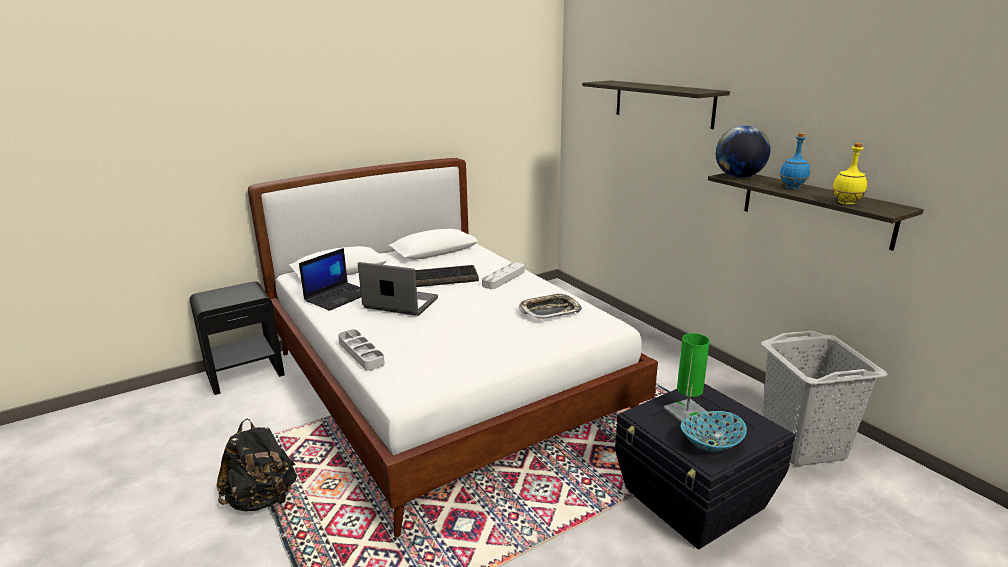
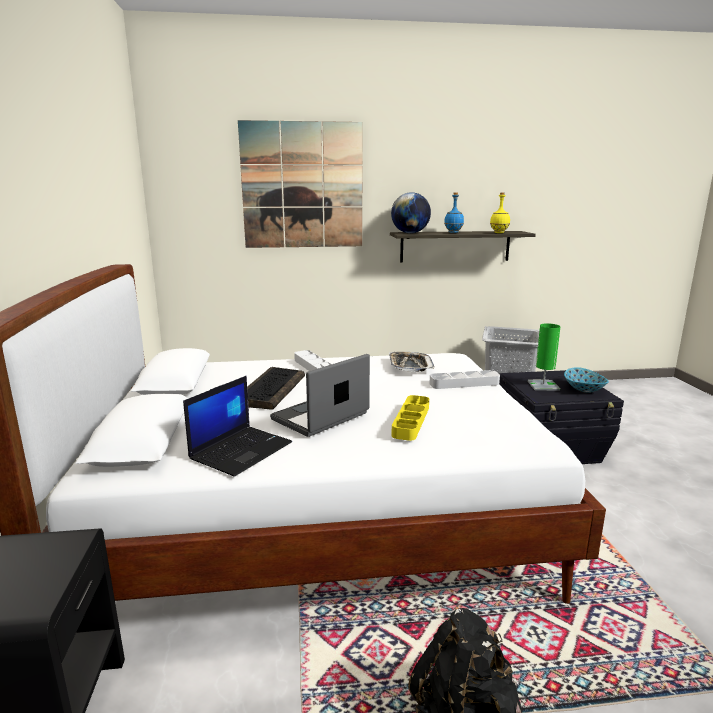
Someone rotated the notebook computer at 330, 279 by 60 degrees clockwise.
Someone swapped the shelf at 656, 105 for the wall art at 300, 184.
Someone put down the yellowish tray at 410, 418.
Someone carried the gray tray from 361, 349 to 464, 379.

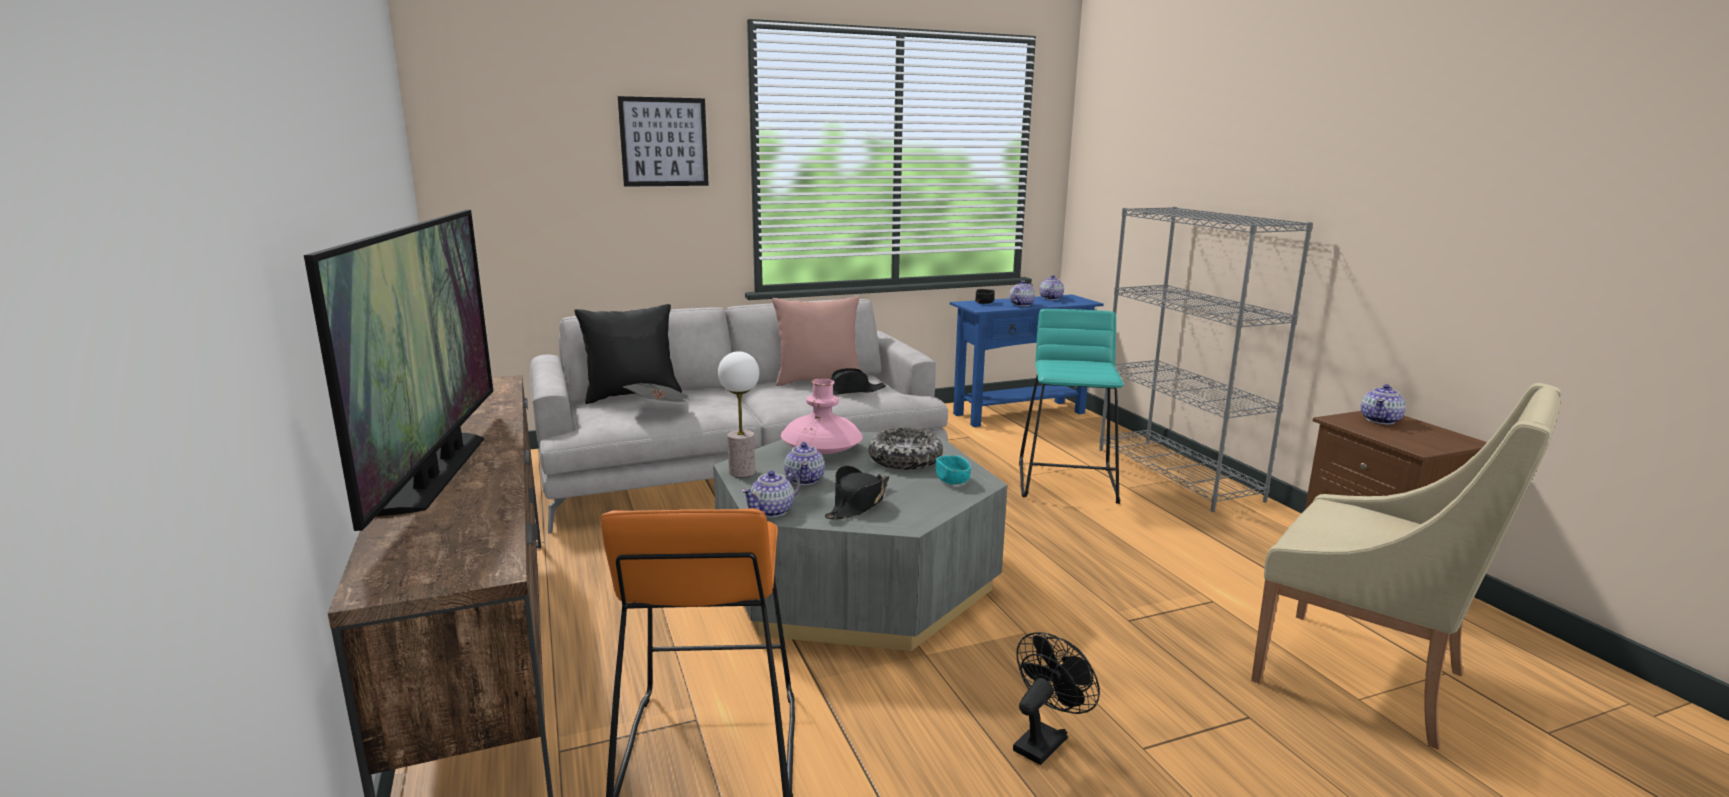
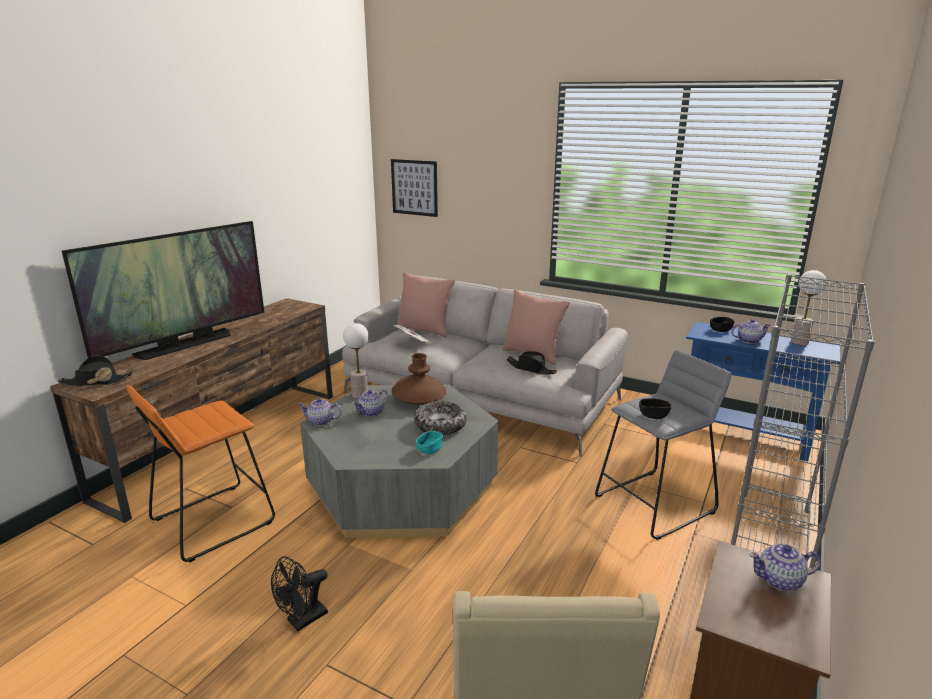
Someone carried the black clothing hat from 857, 492 to 96, 371.
Someone rotated the black electric fan at 1056, 698 by 135 degrees clockwise.
Someone carried the wall art from 663, 141 to 414, 188.
Someone repainted the pink vase at 822, 416, which became the brownish vase at 419, 379.
Someone repainted the black pillow at 628, 354, which became the pink pillow at 426, 305.
Someone repainted the turquoise-coloured stool at 1071, 406, which became the gray stool at 663, 445.
Someone put down the black deep dish at 655, 408.
Someone swapped the tea pot at 1051, 287 for the table lamp at 809, 307.

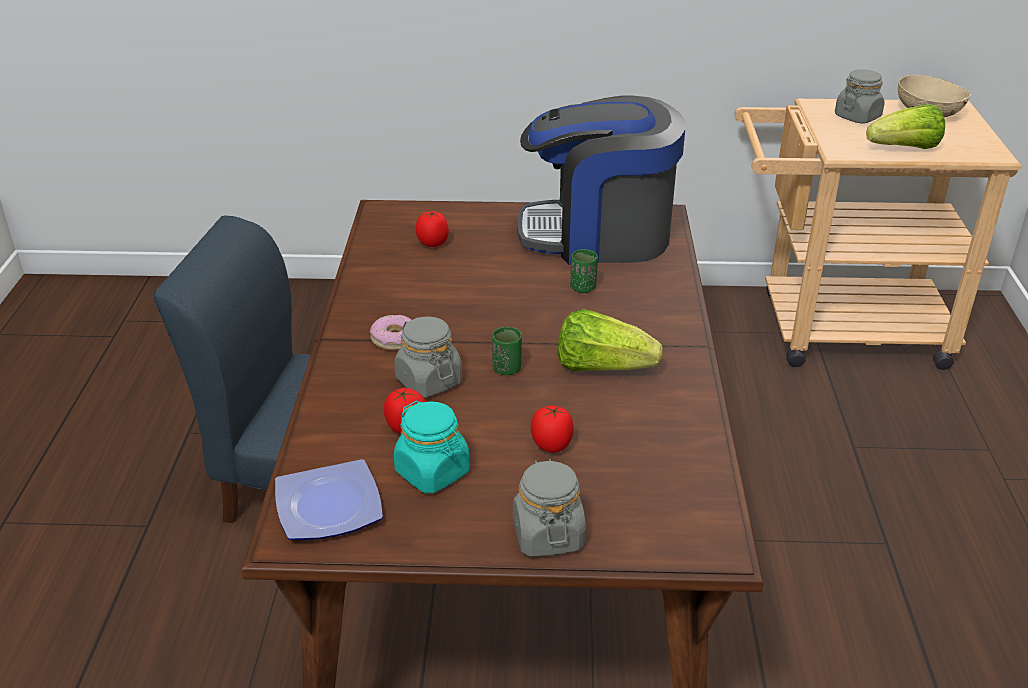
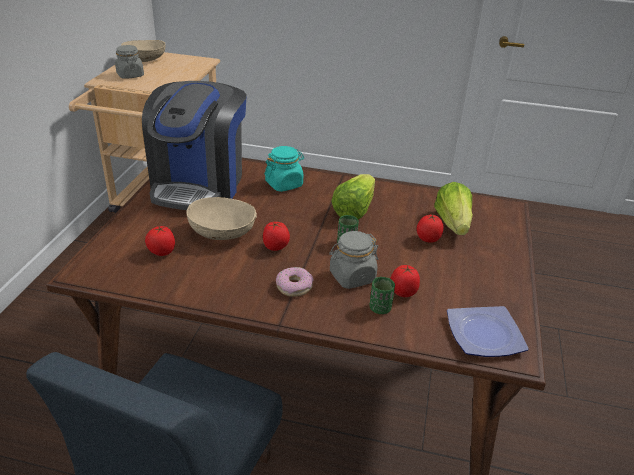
Someone put down the beige deep dish at 221, 218.
Someone put down the fresh tomato at 276, 236.
Someone carried the turquoise-coloured jar from 432, 447 to 284, 169.
Someone carried the green-coloured cup from 584, 271 to 382, 295.
Someone carried the lettuce from 905, 126 to 453, 208.
Someone took away the gray jar at 549, 508.

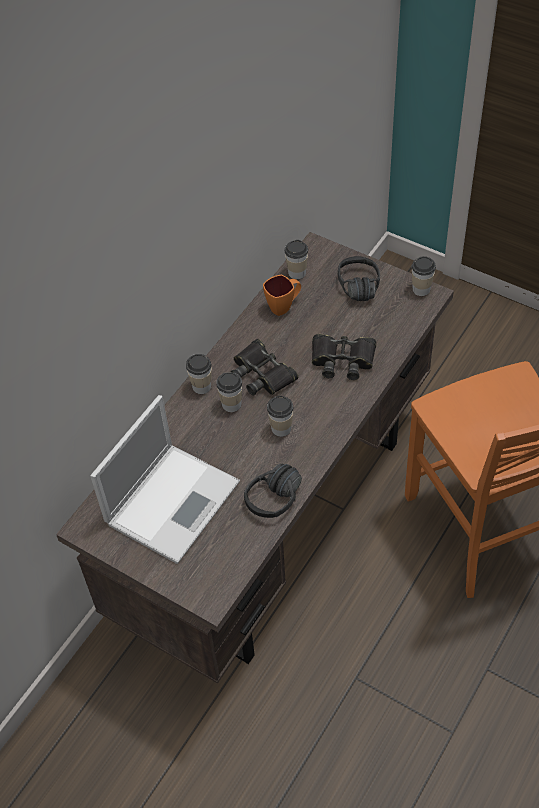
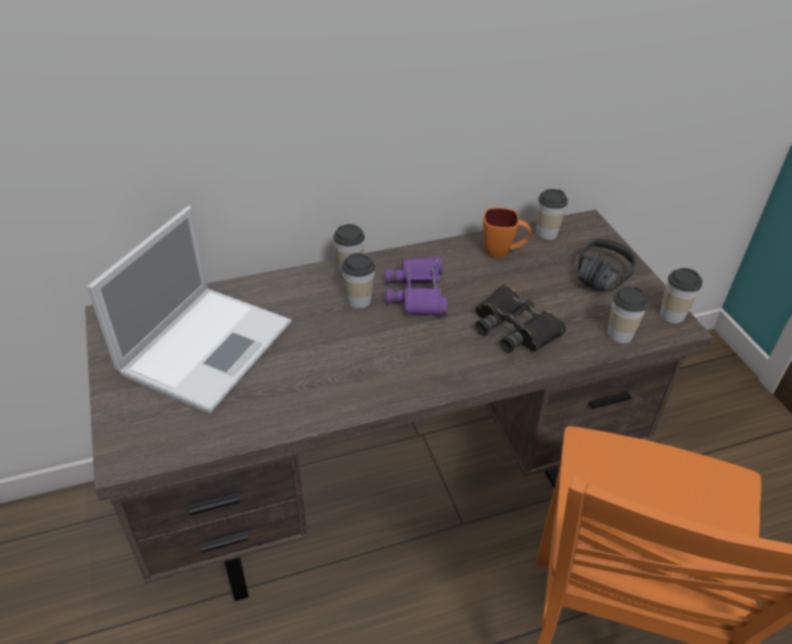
Someone rotated the notebook computer at 165, 479 by 45 degrees counterclockwise.
Someone repainted the black pair of binoculars at 264, 367, which became the purplish pair of binoculars at 416, 286.
Someone carried the cup from 280, 416 to 628, 314.
Someone took away the black headset at 273, 491.

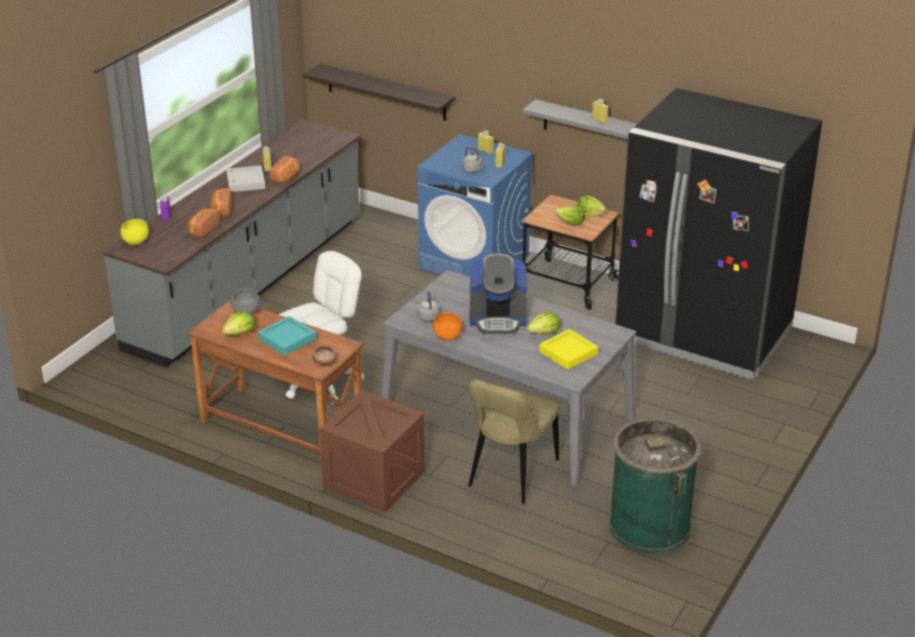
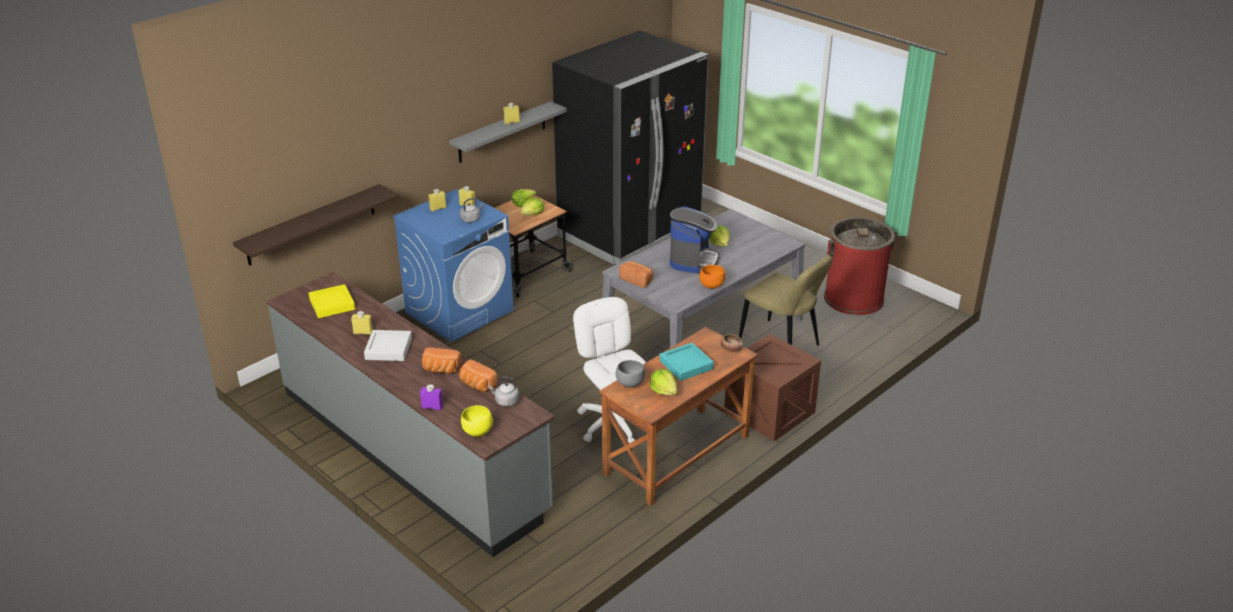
Someone carried the yellowish tray from 568, 349 to 332, 301.
Someone carried the gray water kettle from 428, 306 to 504, 392.
Someone carried the bakery bread from 284, 169 to 636, 274.
Someone repainted the green-coloured trash can at 655, 486, which became the red trash can at 859, 266.

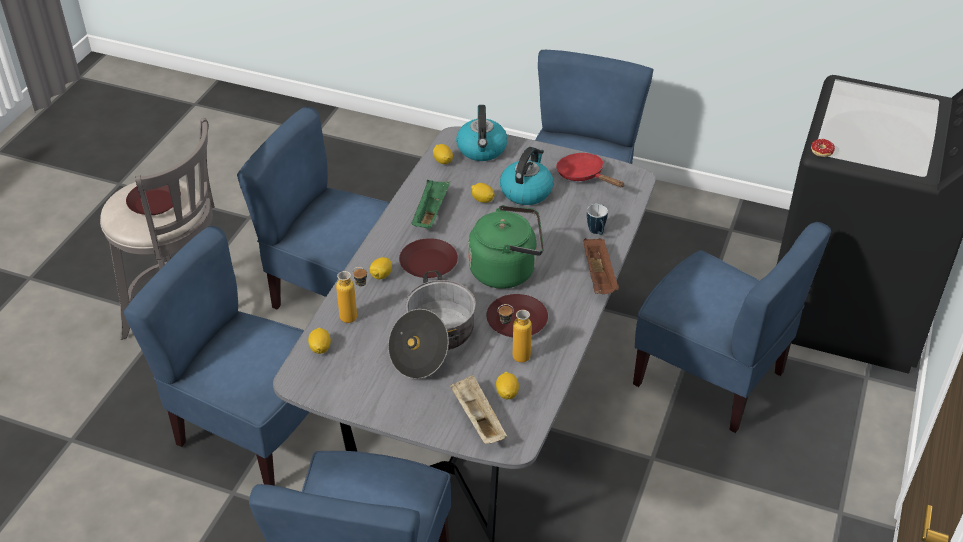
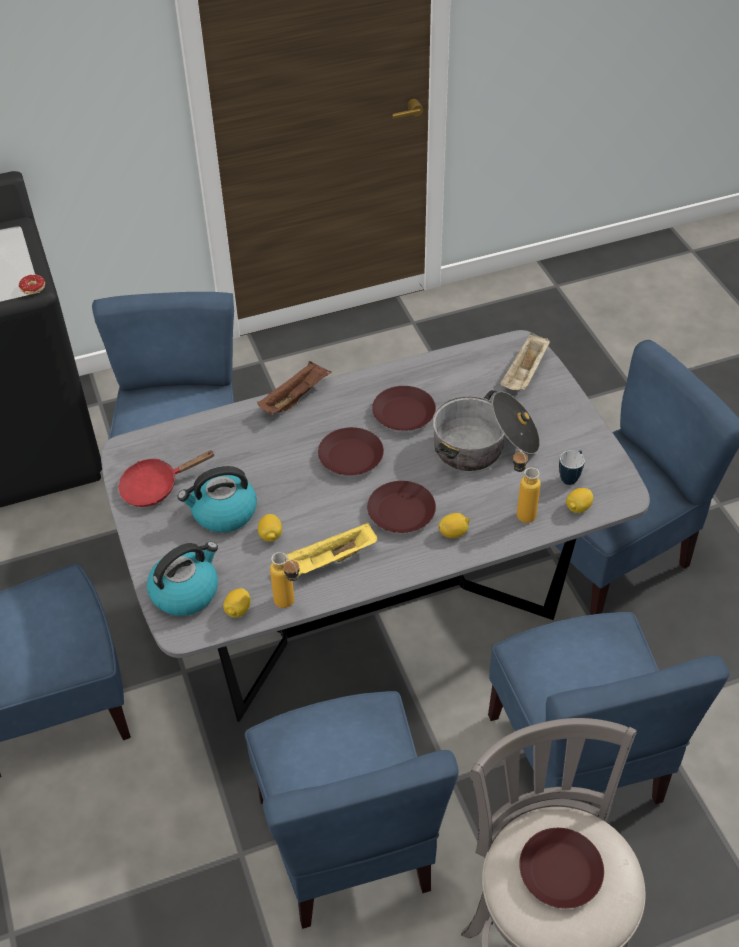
Someone rotated the red pan at 590, 170 by 60 degrees clockwise.
Someone carried the beverage bottle from 515, 333 to 285, 580.
Someone repainted the green-coloured tray at 430, 204, which became the yellowish tray at 331, 549.
Someone swapped the green-coloured water kettle at 506, 247 for the brownish flat dish at 351, 451.
Someone carried the tea mug from 597, 219 to 572, 467.
Someone took away the lemon at 507, 385.

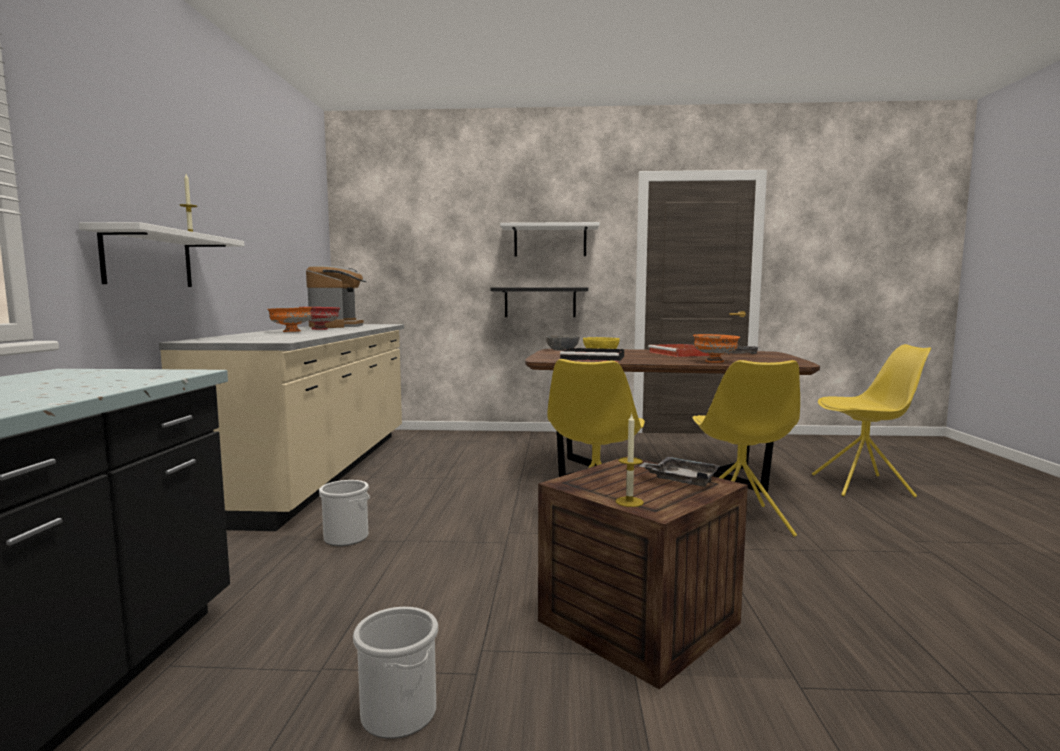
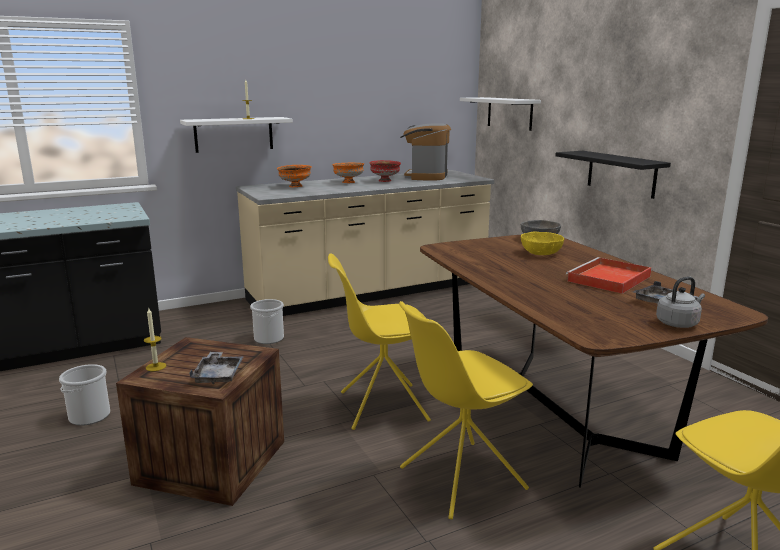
Someone carried the orange deep dish from 716, 348 to 294, 176.
Someone rotated the coffee brewer at 336, 296 by 135 degrees clockwise.
Someone carried the white shelf from 550, 239 to 500, 114.
Someone put down the gray water kettle at 680, 302.
Someone took away the black tray at 592, 355.

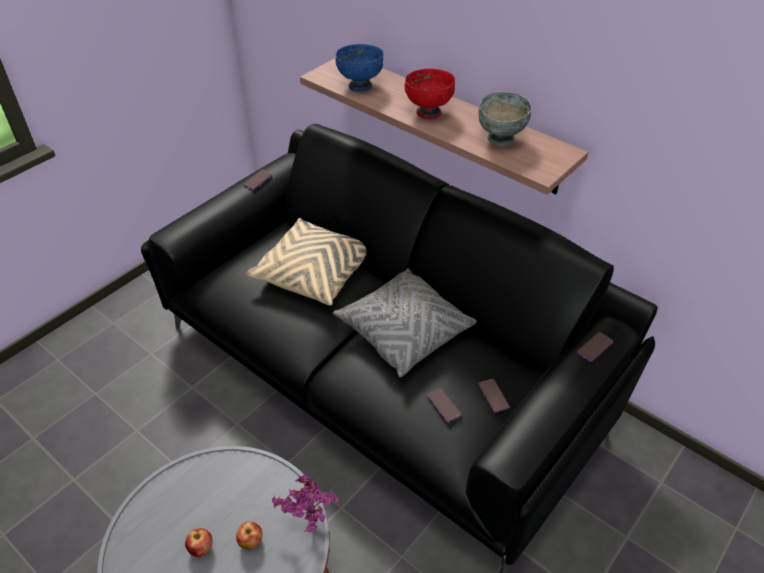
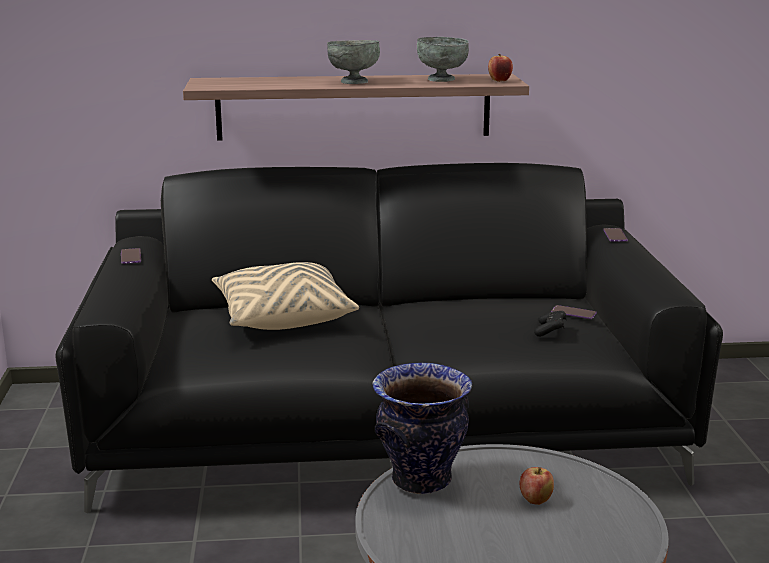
Someone repainted the red deep dish at 430, 94, which became the gray deep dish at 353, 62.
Someone put down the vase at 422, 428.
Someone carried the apple fruit from 199, 542 to 500, 68.
Someone swapped the phone at 444, 405 for the black joypad at 550, 324.
Someone took away the houseplant at 305, 503.
Someone took away the gray pillow at 405, 322.
Someone took away the blue-coloured deep dish at 359, 68.

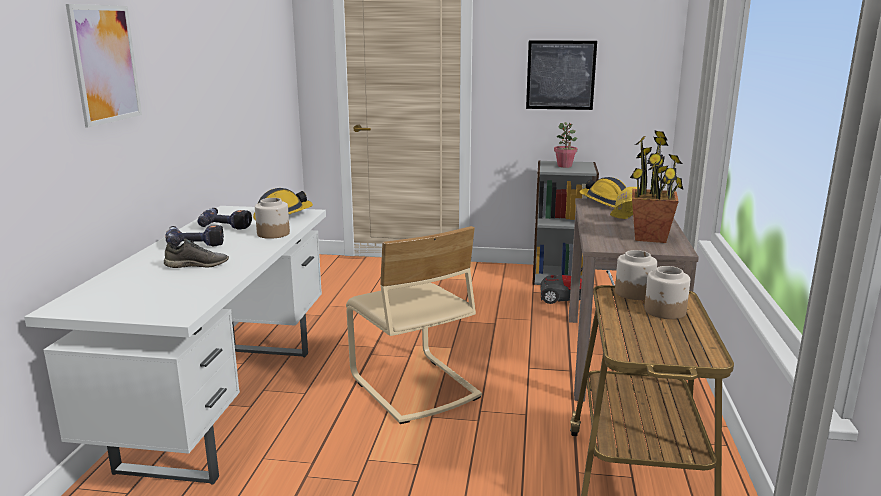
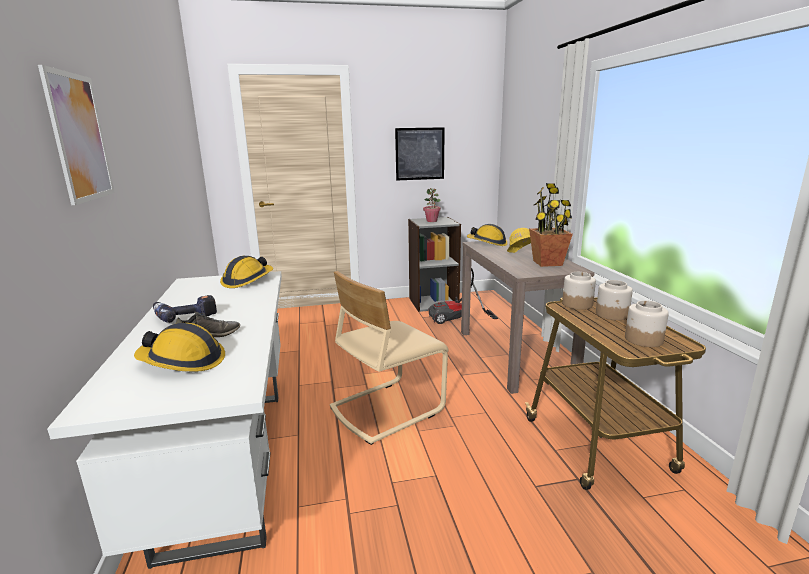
Someone put down the hard hat at 179, 347.
Someone rotated the beige chair at 414, 325 by 105 degrees clockwise.
Someone carried the jar from 272, 218 to 647, 323.
Someone took away the electric drill at 224, 218.

